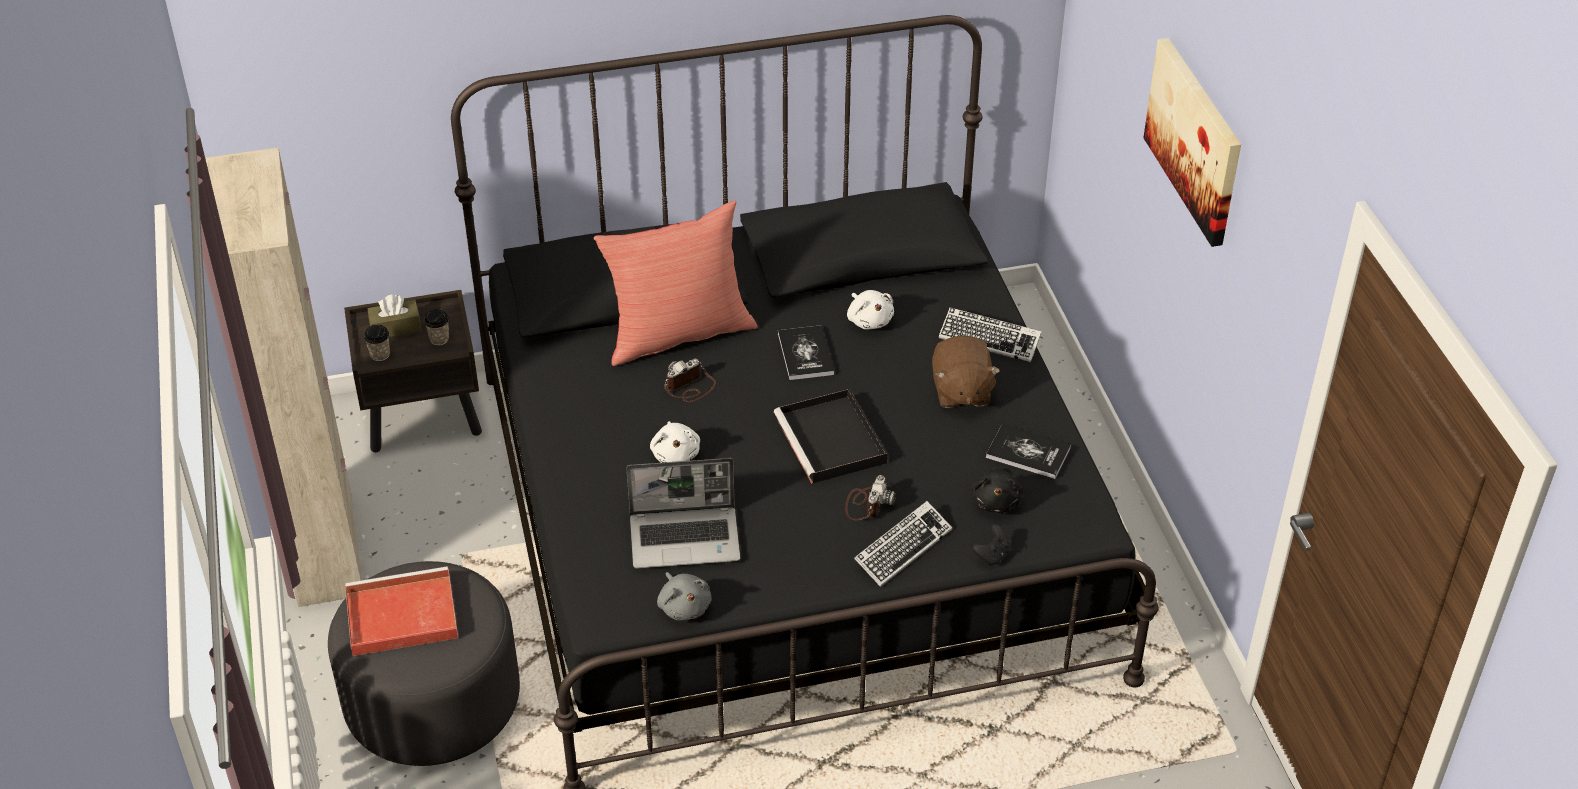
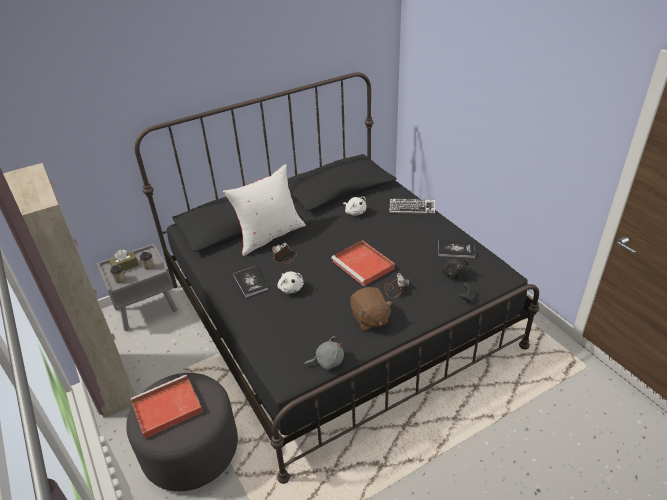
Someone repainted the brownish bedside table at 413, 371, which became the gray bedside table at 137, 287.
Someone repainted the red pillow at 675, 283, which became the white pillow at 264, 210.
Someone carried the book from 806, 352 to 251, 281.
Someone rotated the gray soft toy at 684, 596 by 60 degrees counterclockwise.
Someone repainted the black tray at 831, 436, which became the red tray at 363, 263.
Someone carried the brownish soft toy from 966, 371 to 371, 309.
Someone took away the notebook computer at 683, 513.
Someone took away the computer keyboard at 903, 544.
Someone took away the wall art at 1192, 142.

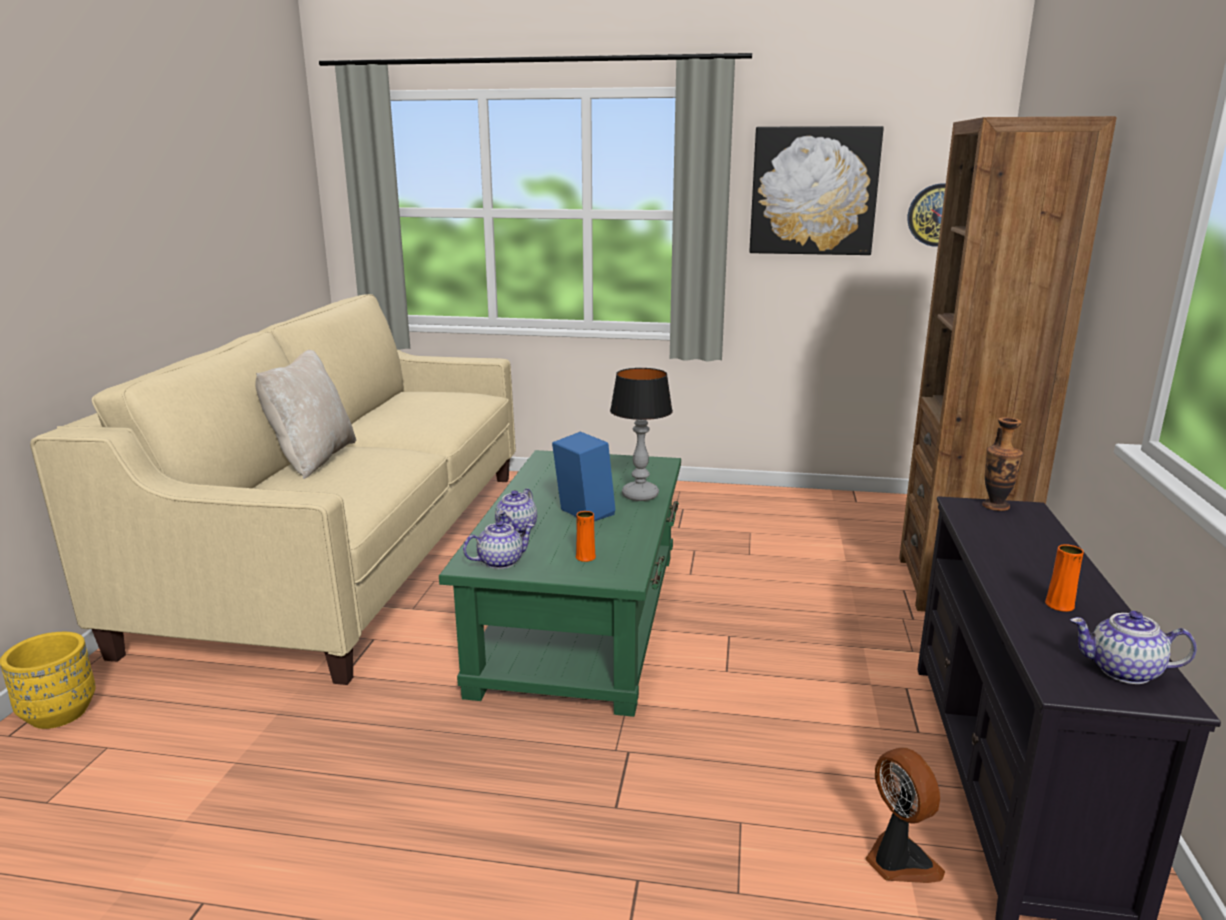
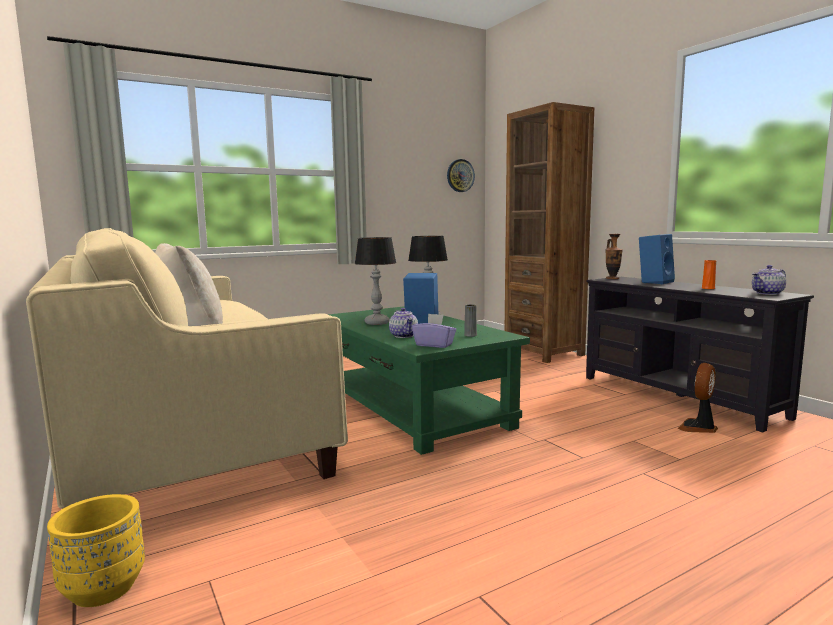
Someone put down the table lamp at 375, 281.
Someone swapped the tea pot at 499, 545 for the purplish tissue box at 434, 331.
Someone repainted the orange vase at 586, 536, which became the gray vase at 470, 320.
Someone put down the blue-coloured speaker at 657, 259.
Someone rotated the electric fan at 905, 815 by 75 degrees counterclockwise.
Someone took away the wall art at 816, 190.

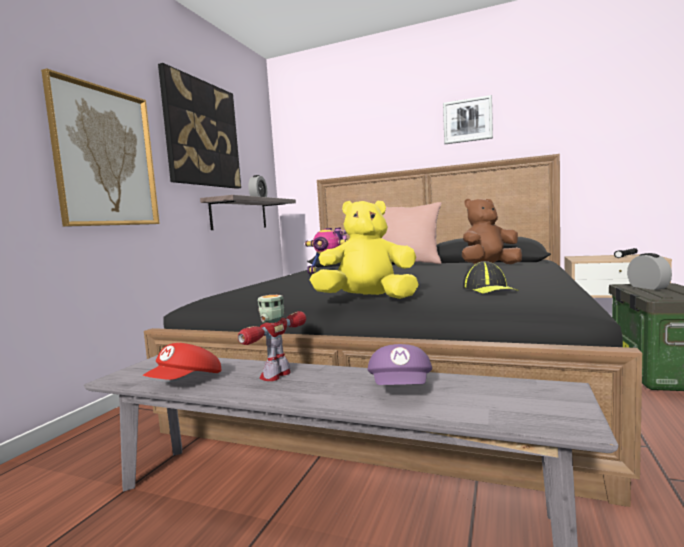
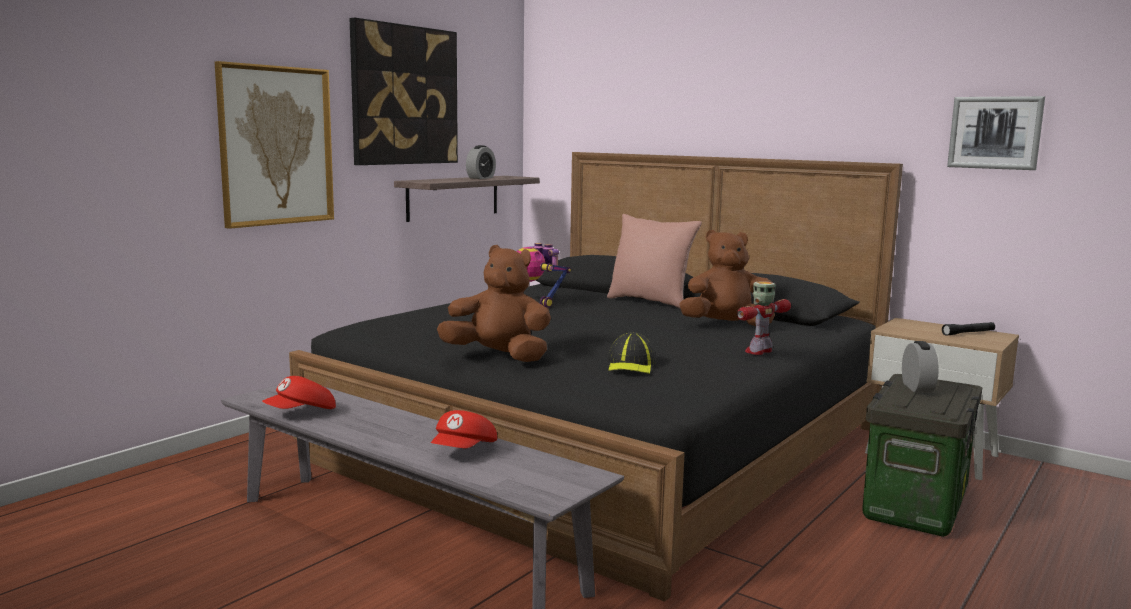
Someone repainted the purplish baseball cap at 399, 364, which became the red baseball cap at 464, 429.
Someone repainted the yellowish soft toy at 364, 250, which became the brownish soft toy at 494, 303.
Someone carried the toy robot from 272, 338 to 764, 318.
Someone carried the wall art from 468, 119 to 996, 133.

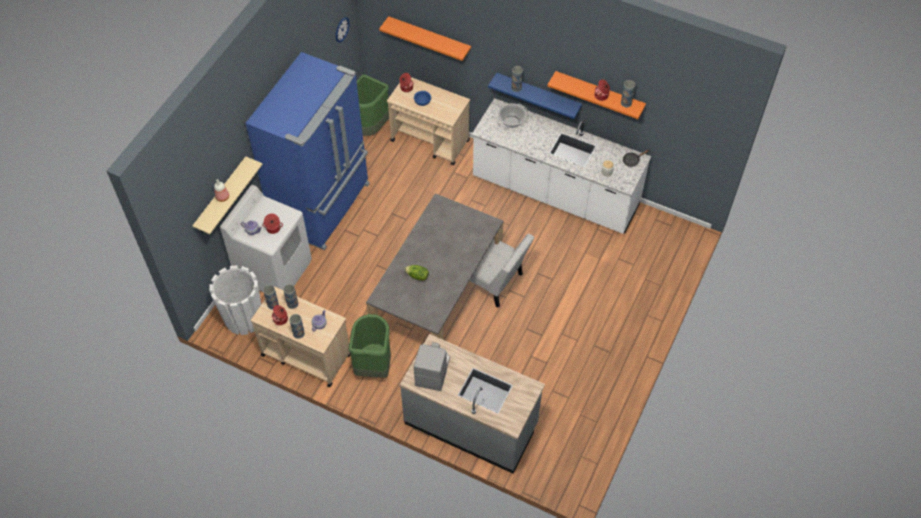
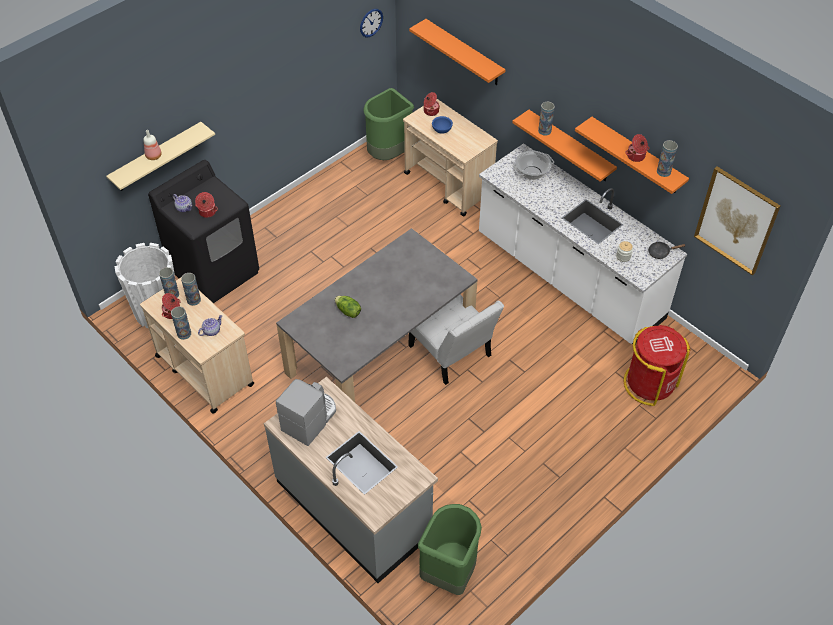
Someone repainted the white washing machine at 266, 238, which became the black washing machine at 203, 231.
Someone carried the green-coloured trash can from 369, 346 to 450, 549.
Someone repainted the blue-coloured shelf at 535, 96, which became the orange shelf at 564, 146.
Someone put down the red trash can at 657, 365.
Someone put up the wall art at 737, 221.
Someone took away the blue-coloured kitchen fridge at 308, 151.

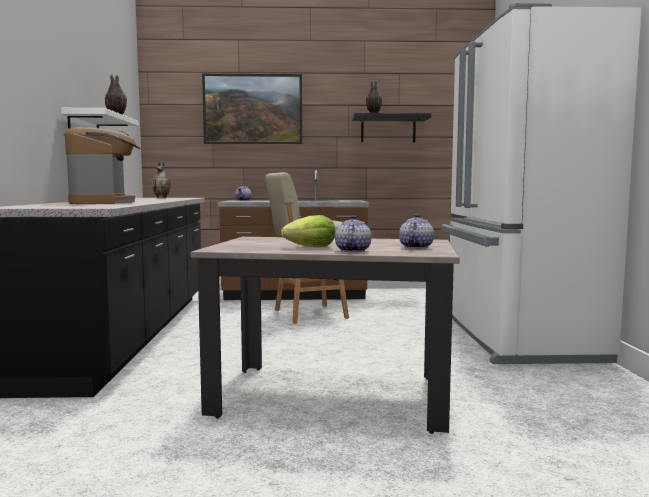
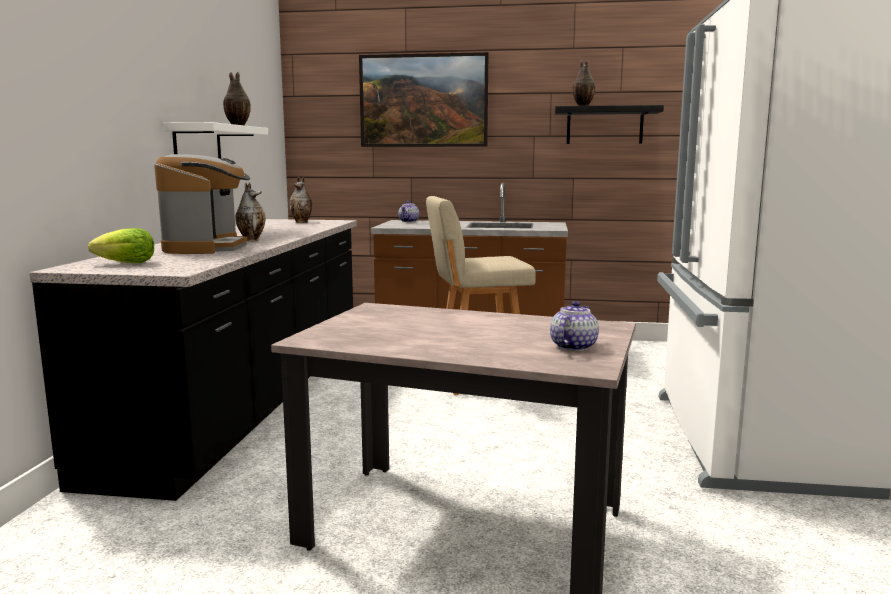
Someone carried the lettuce from 308, 231 to 121, 245.
Someone put down the vase at 250, 211.
Someone took away the tea pot at 353, 233.

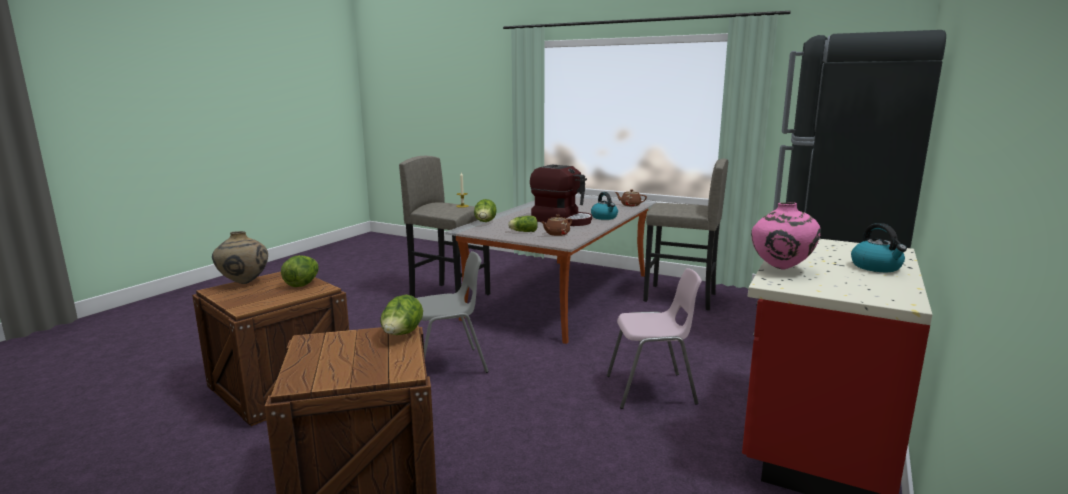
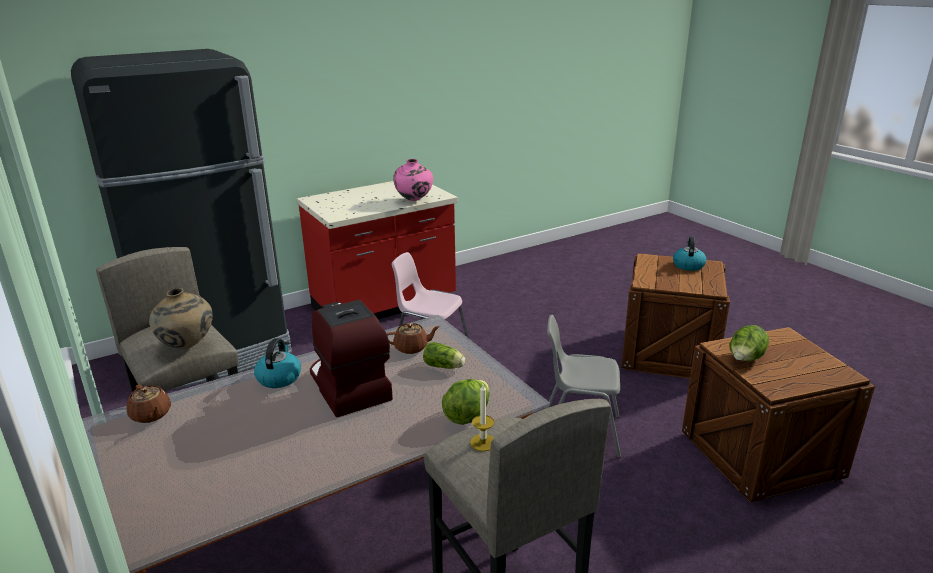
Someone carried the beige vase from 240, 257 to 181, 318.
Someone carried the water kettle from 879, 247 to 689, 254.
Someone took away the lettuce at 401, 315.

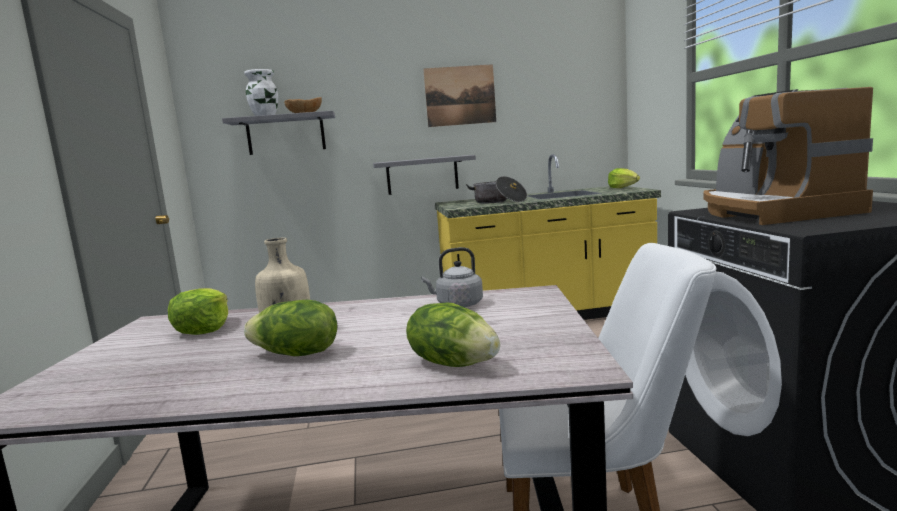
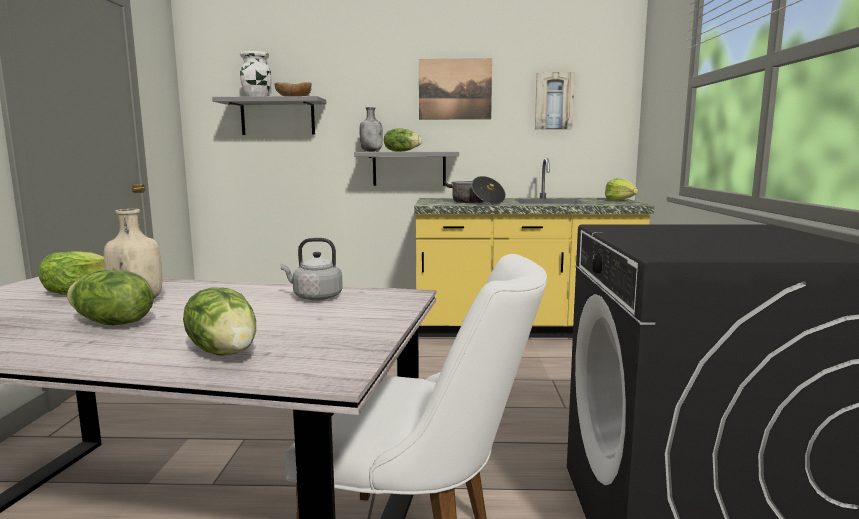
Someone put down the gray beverage bottle at 371, 129.
Someone put down the lettuce at 403, 140.
Someone put up the wall art at 555, 101.
Someone took away the coffee brewer at 788, 156.

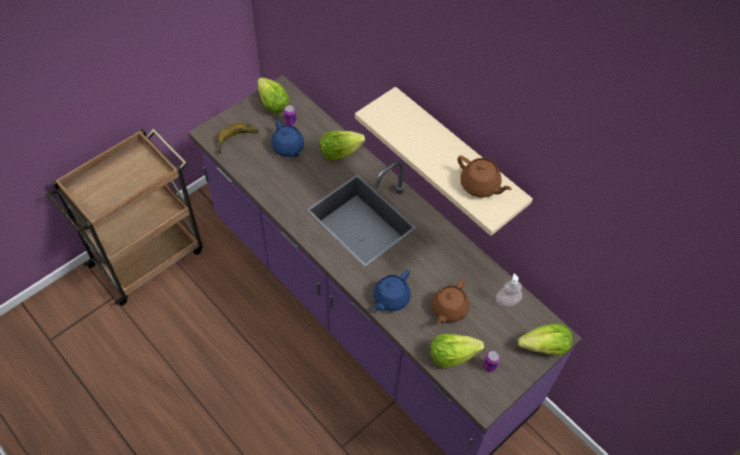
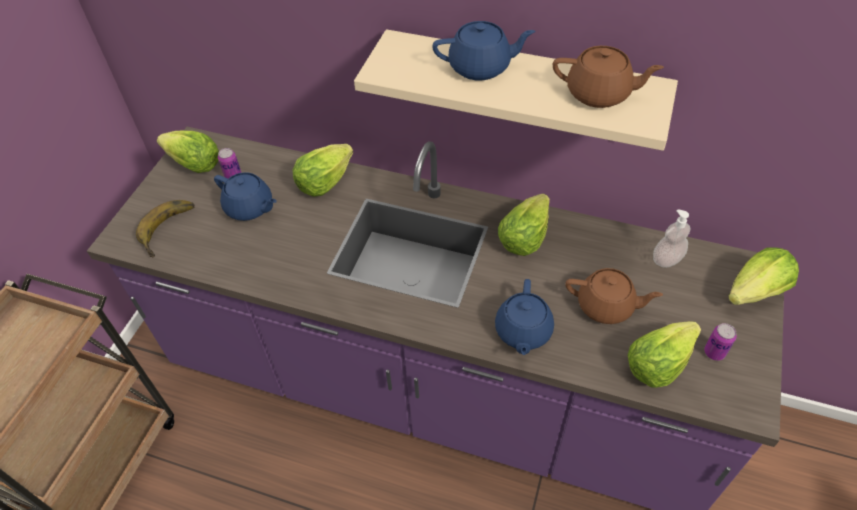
Someone put down the blue-coloured tea pot at 483, 51.
Someone put down the lettuce at 524, 225.
Someone rotated the brownish tea pot at 450, 300 by 75 degrees counterclockwise.

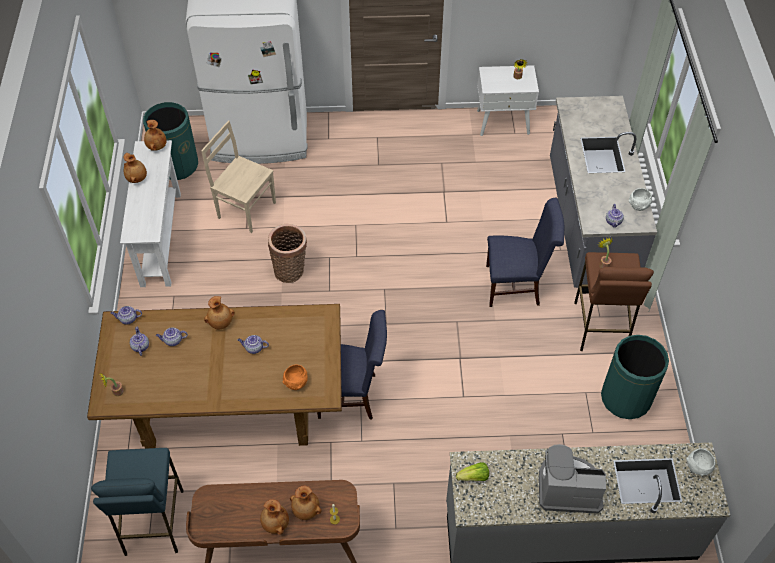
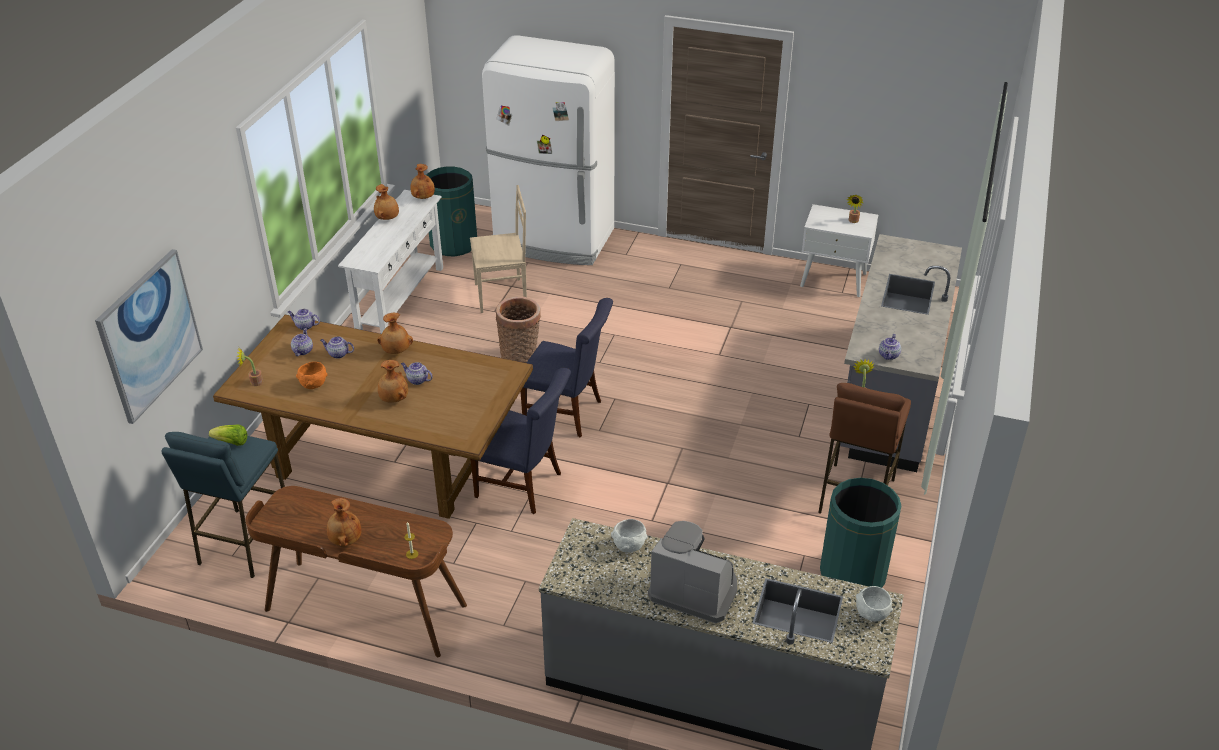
Someone put up the wall art at 149, 336.
Someone carried the lettuce from 472, 471 to 228, 435.
Someone carried the orange deep dish from 295, 377 to 311, 375.
Someone carried the brownish vase from 306, 503 to 393, 381.
Someone rotated the beige chair at 238, 176 by 120 degrees clockwise.
Someone carried the blue-coloured chair from 525, 252 to 566, 367.
Someone carried the white deep dish from 640, 199 to 629, 536.

